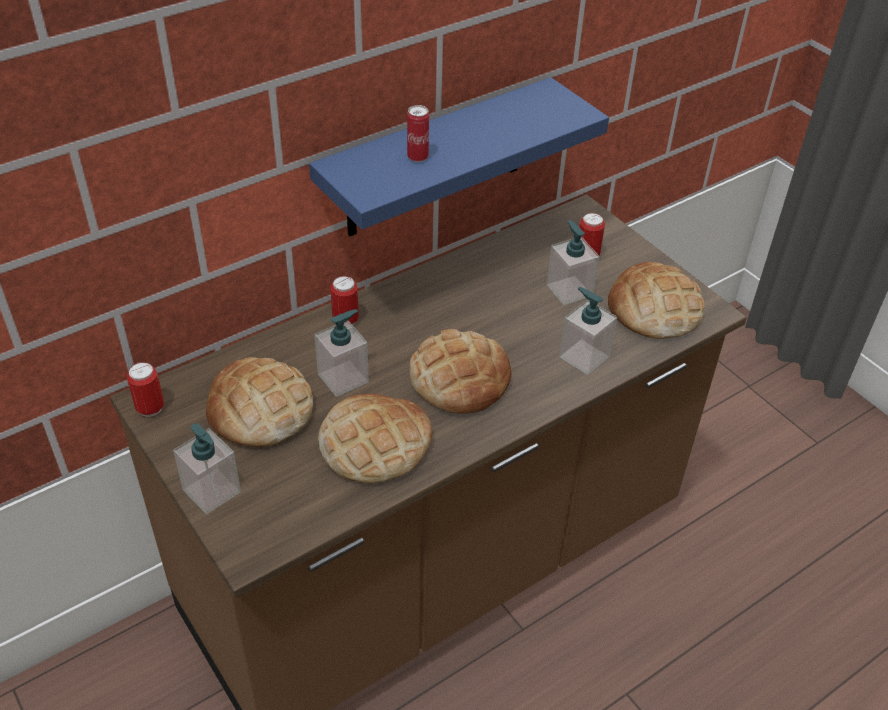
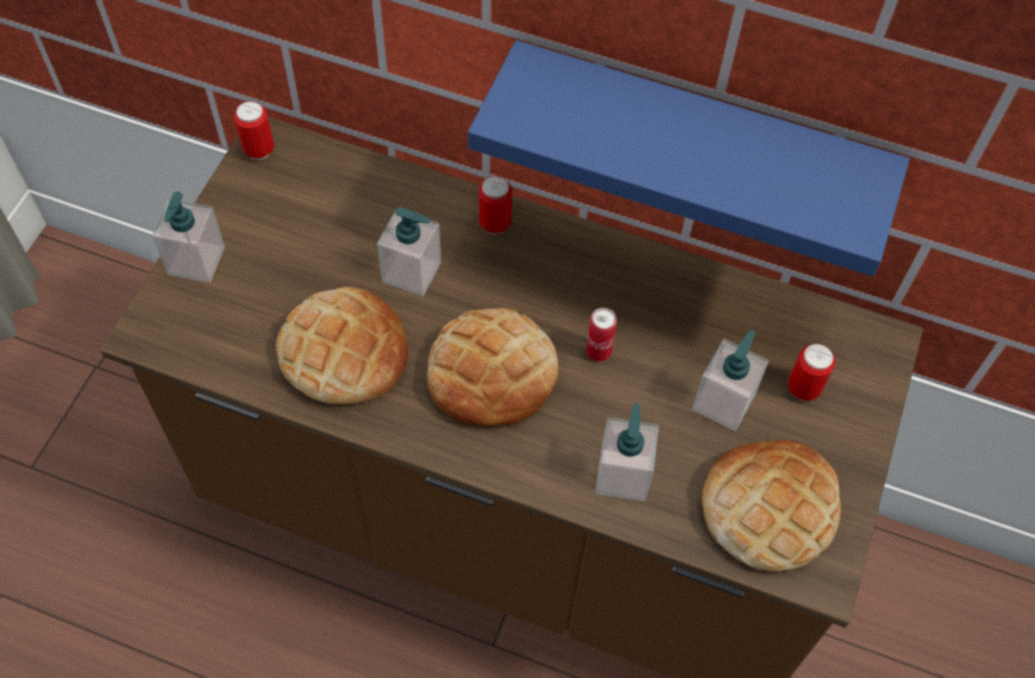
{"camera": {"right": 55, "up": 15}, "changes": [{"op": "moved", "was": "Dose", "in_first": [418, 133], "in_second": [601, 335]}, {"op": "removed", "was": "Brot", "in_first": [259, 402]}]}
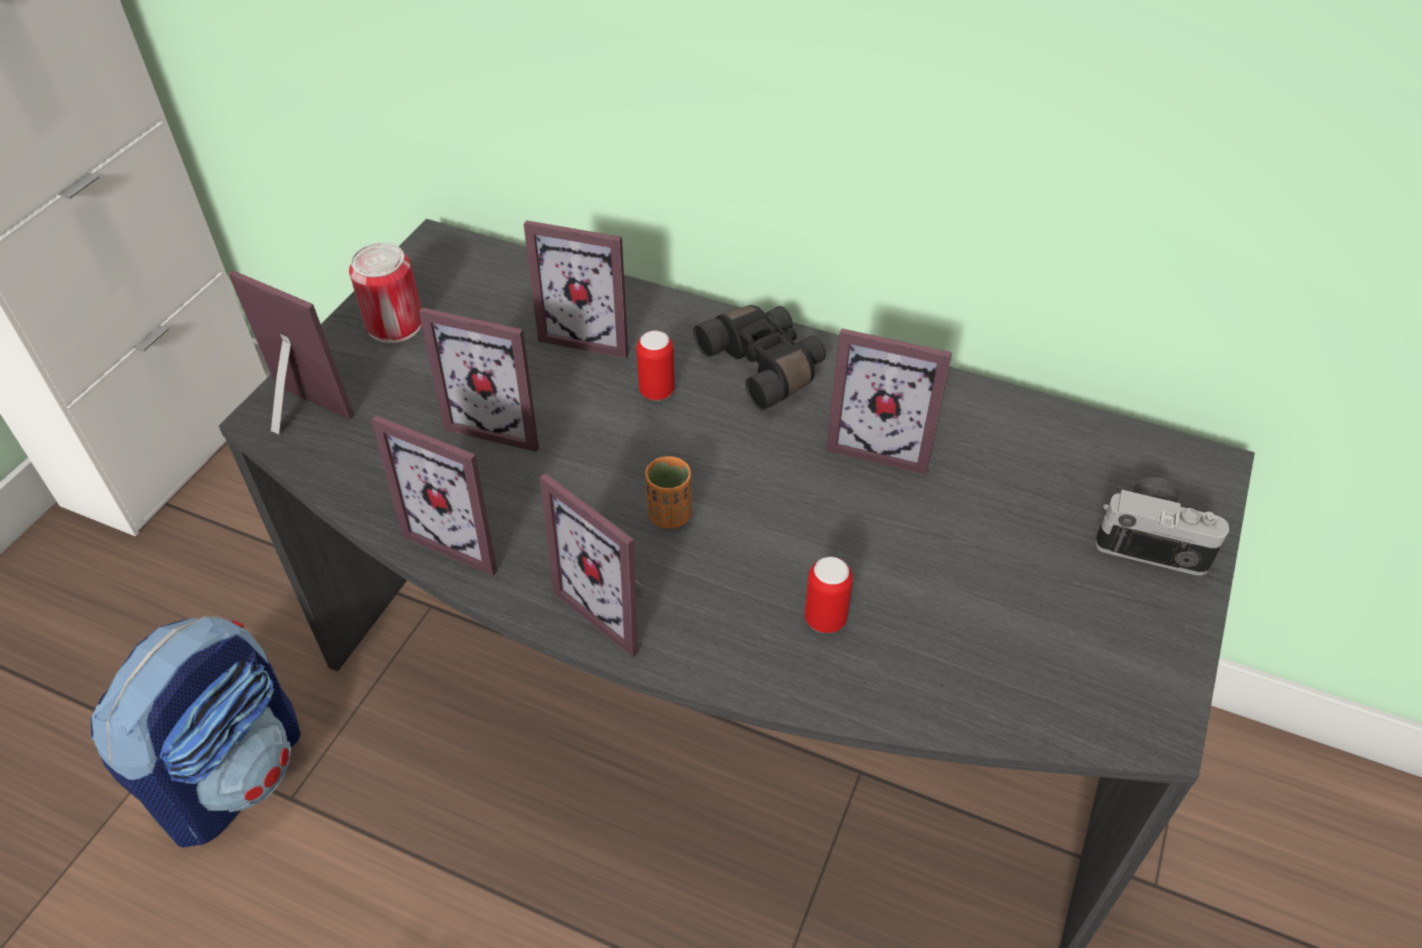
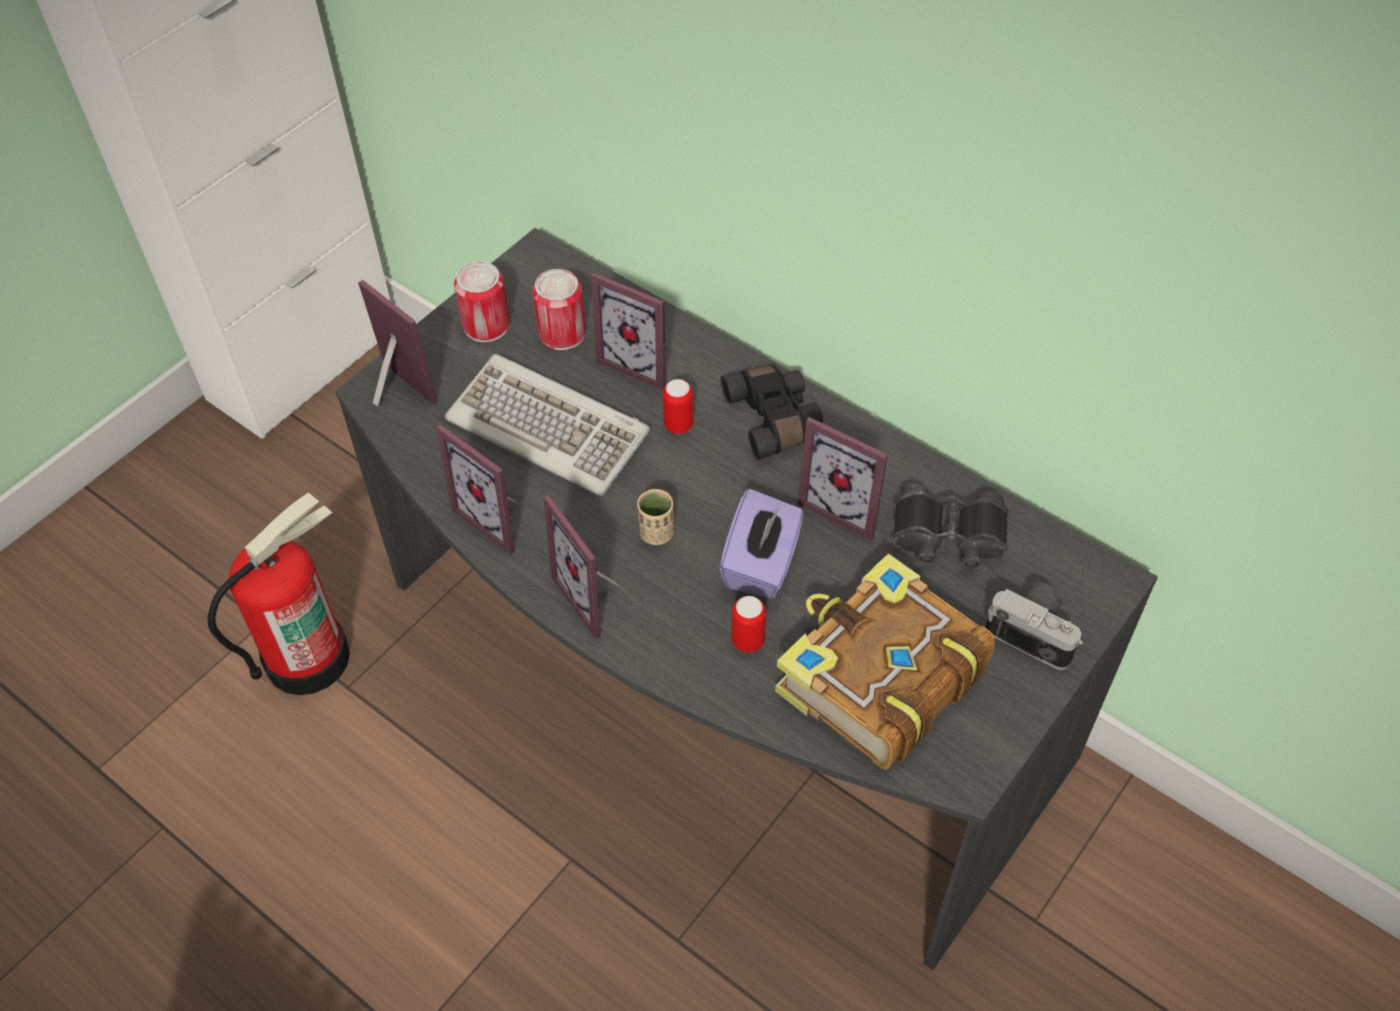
{"camera": {"right": 15, "up": 5}, "changes": [{"op": "replaced", "was": "Bilderrahmen", "now": "Tastatur", "in_first": [479, 379], "in_second": [547, 425]}, {"op": "recoloured", "was": "Tasse [orange]", "now": "Tasse [beige]", "in_first": [668, 492], "in_second": [655, 517]}, {"op": "replaced", "was": "Rucksack", "now": "Feuerlöscher", "in_first": [196, 732], "in_second": [279, 593]}, {"op": "added", "now": "Dose", "in_second": [559, 309]}, {"op": "added", "now": "Fernglas [schwarz]", "in_second": [950, 526]}, {"op": "added", "now": "Taschentuchbox [lila]", "in_second": [761, 544]}, {"op": "added", "now": "Buch", "in_second": [885, 662]}]}
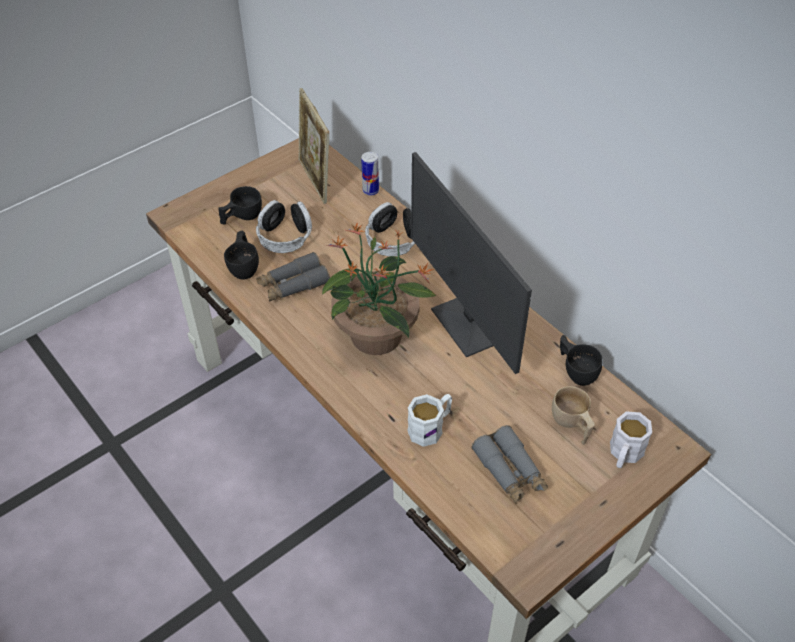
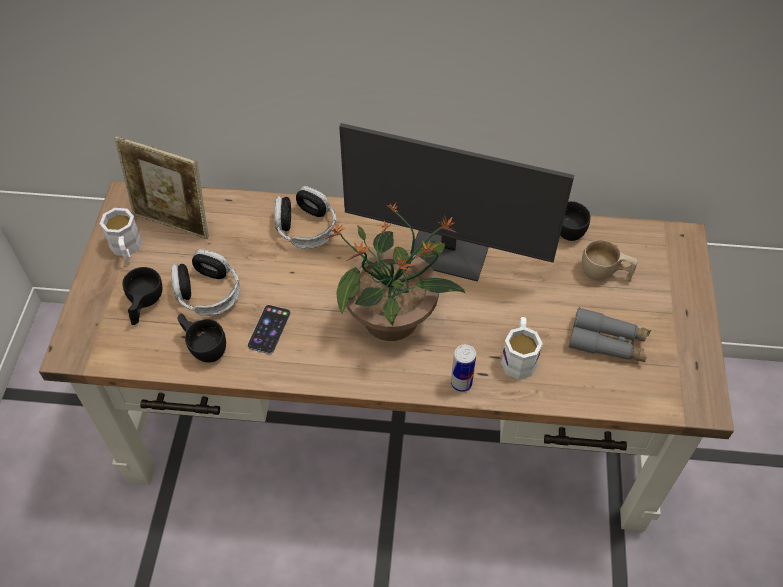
{"camera": {"right": -45, "up": 5}, "changes": [{"op": "moved", "was": "Dose", "in_first": [370, 173], "in_second": [463, 368]}, {"op": "replaced", "was": "Fernglas [grau]", "now": "Handy", "in_first": [293, 277], "in_second": [269, 329]}, {"op": "moved", "was": "Henkelbecher [weiß]", "in_first": [631, 439], "in_second": [121, 234]}]}
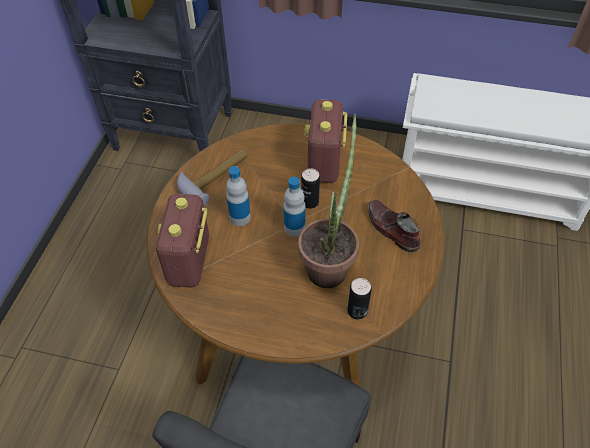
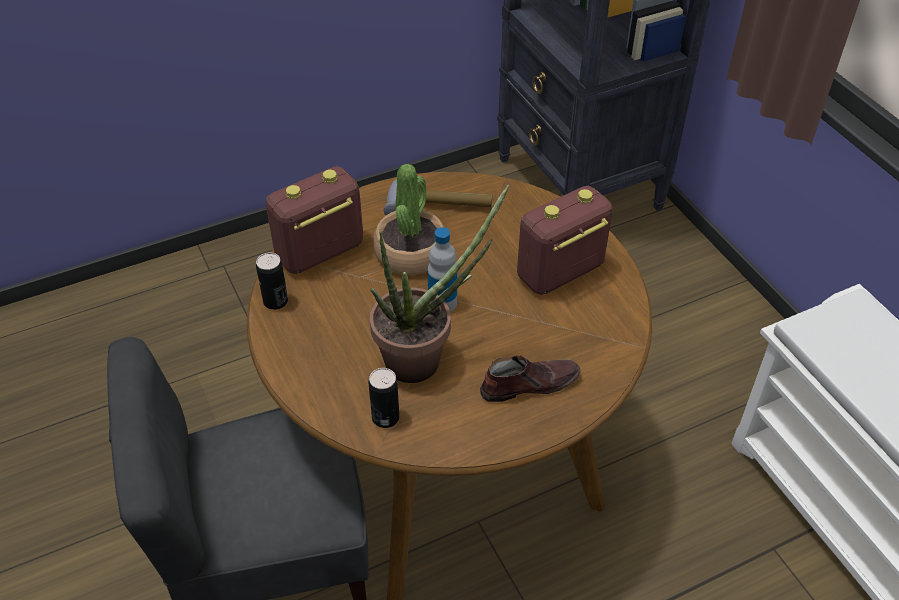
{"camera": {"right": 50, "up": -5}, "changes": [{"op": "replaced", "was": "Flasche", "now": "Topfpflanze", "in_first": [238, 196], "in_second": [408, 219]}, {"op": "moved", "was": "Dose", "in_first": [310, 188], "in_second": [272, 281]}, {"op": "turned", "was": "Schuh [braun]", "in_first": [394, 226], "in_second": [530, 378], "clockwise": 60}]}
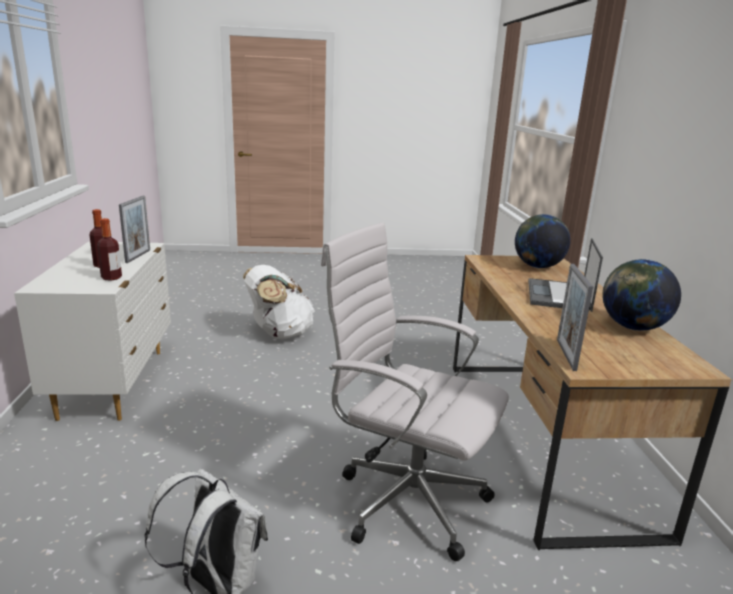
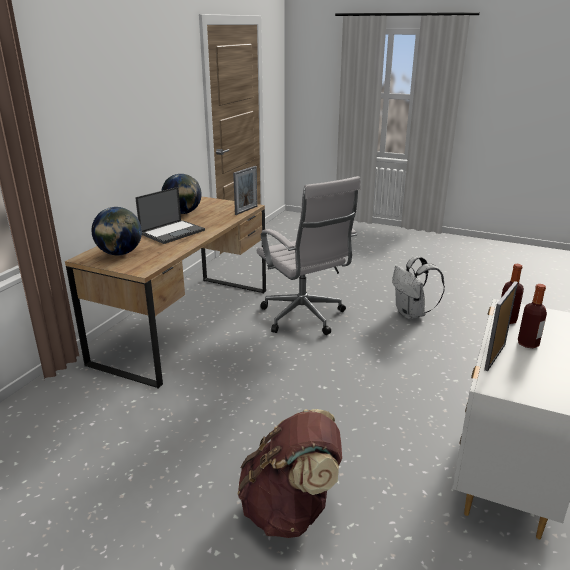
{"camera": {"right": -150, "up": 5}, "changes": [{"op": "recoloured", "was": "Rucksack [weiß]", "now": "Rucksack [braun]", "in_first": [279, 302], "in_second": [290, 473]}]}
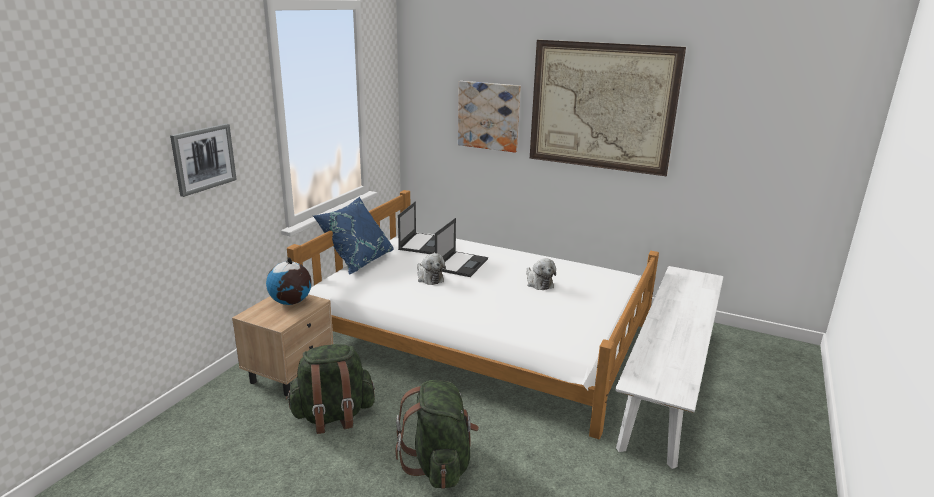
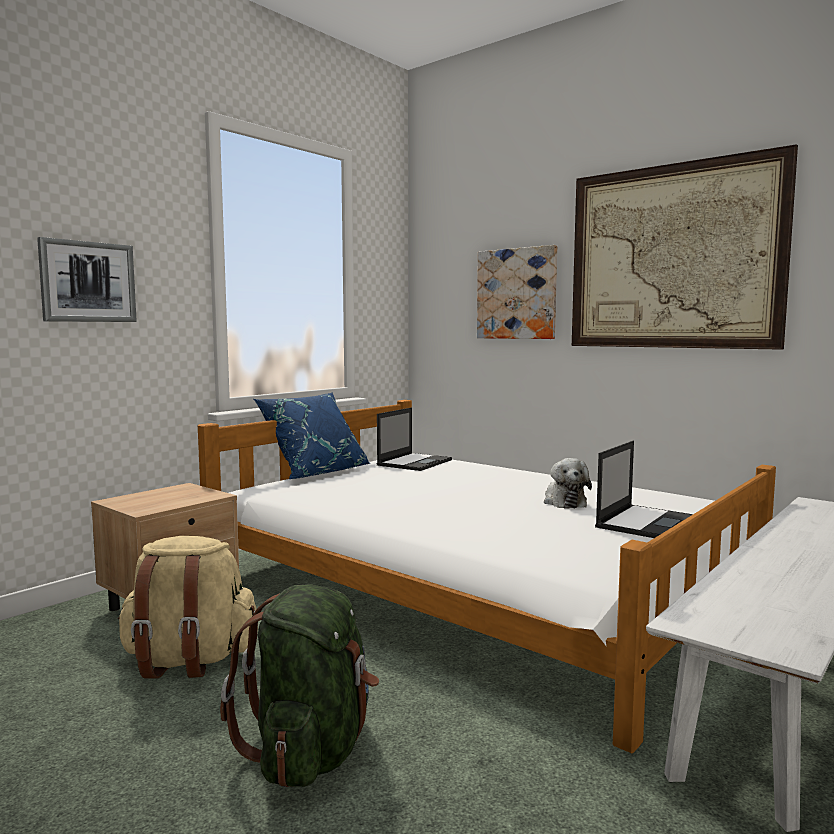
{"camera": {"right": 15, "up": -15}, "changes": [{"op": "moved", "was": "Laptop", "in_first": [461, 247], "in_second": [644, 489]}, {"op": "removed", "was": "Plüschtier", "in_first": [431, 269]}, {"op": "removed", "was": "Globus", "in_first": [289, 281]}, {"op": "recoloured", "was": "Rucksack [grün]", "now": "Rucksack [beige]", "in_first": [330, 389], "in_second": [187, 607]}]}
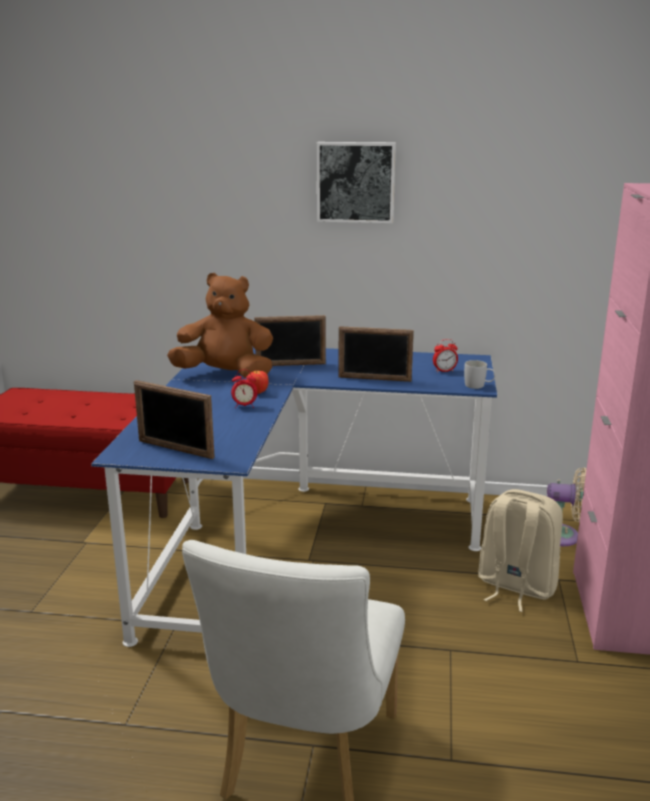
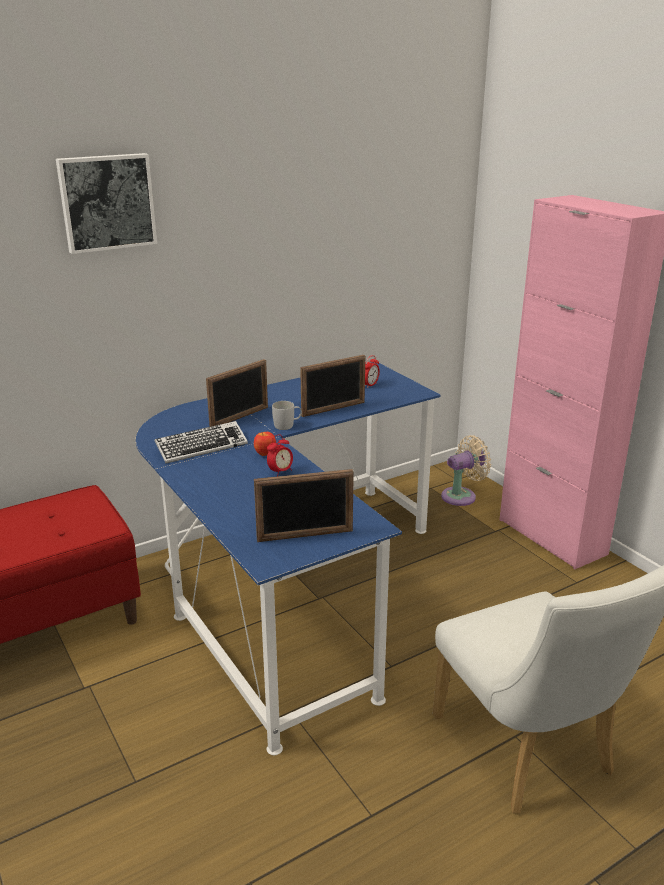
{"camera": {"right": -40, "up": 5}, "changes": [{"op": "moved", "was": "Bild", "in_first": [356, 182], "in_second": [106, 203]}, {"op": "replaced", "was": "Plüschtier [braun]", "now": "Tastatur", "in_first": [220, 325], "in_second": [201, 442]}, {"op": "moved", "was": "Henkelbecher [weiß]", "in_first": [480, 374], "in_second": [287, 415]}, {"op": "removed", "was": "Rucksack [beige]", "in_first": [520, 550]}]}
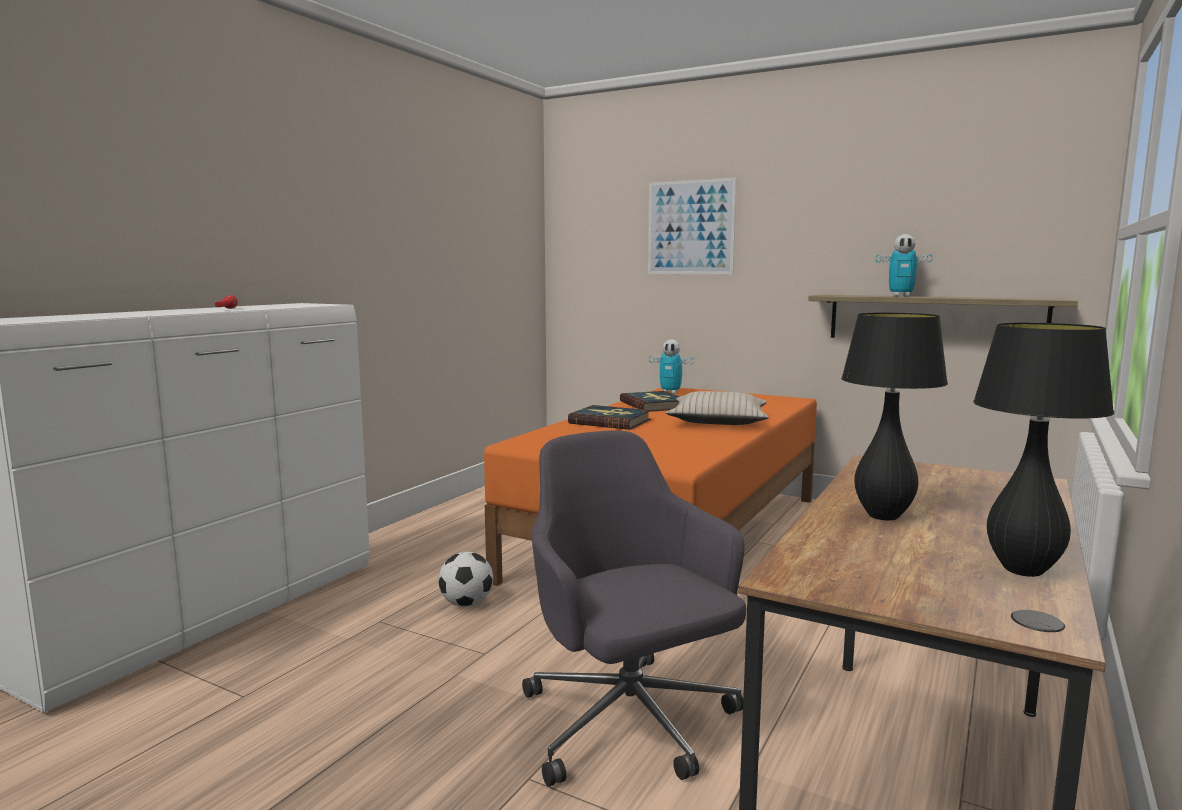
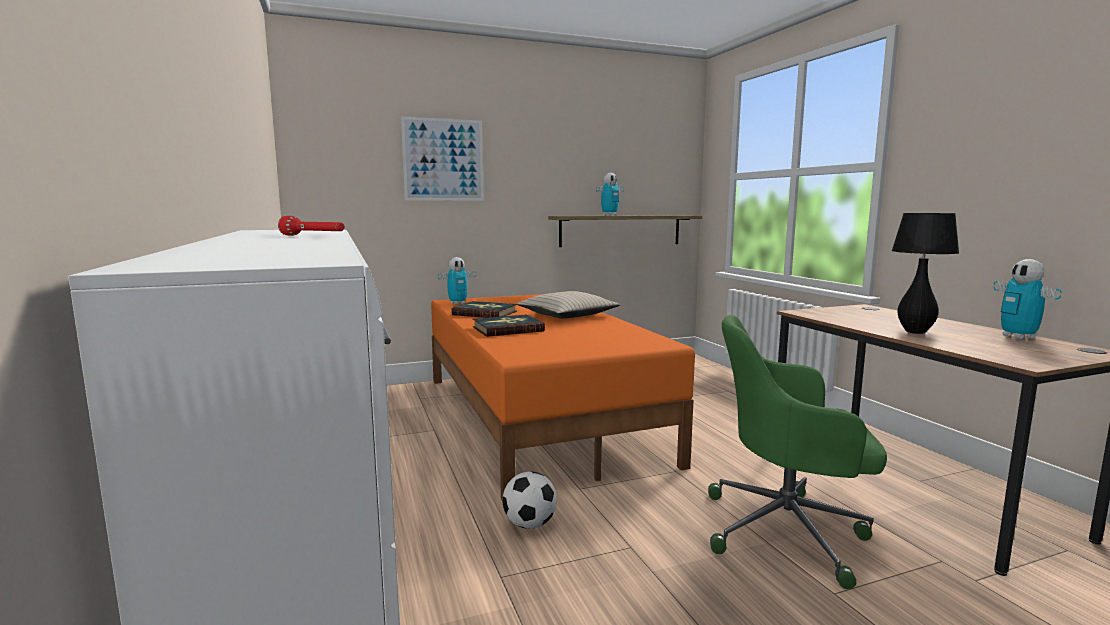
{"camera": {"right": -50, "up": 0}, "changes": [{"op": "replaced", "was": "Tischlampe [schwarz]", "now": "Spielzeugroboter", "in_first": [1043, 450], "in_second": [1028, 299]}, {"op": "recoloured", "was": "Bürostuhl [grau]", "now": "Bürostuhl [grün]", "in_first": [634, 609], "in_second": [797, 452]}]}
